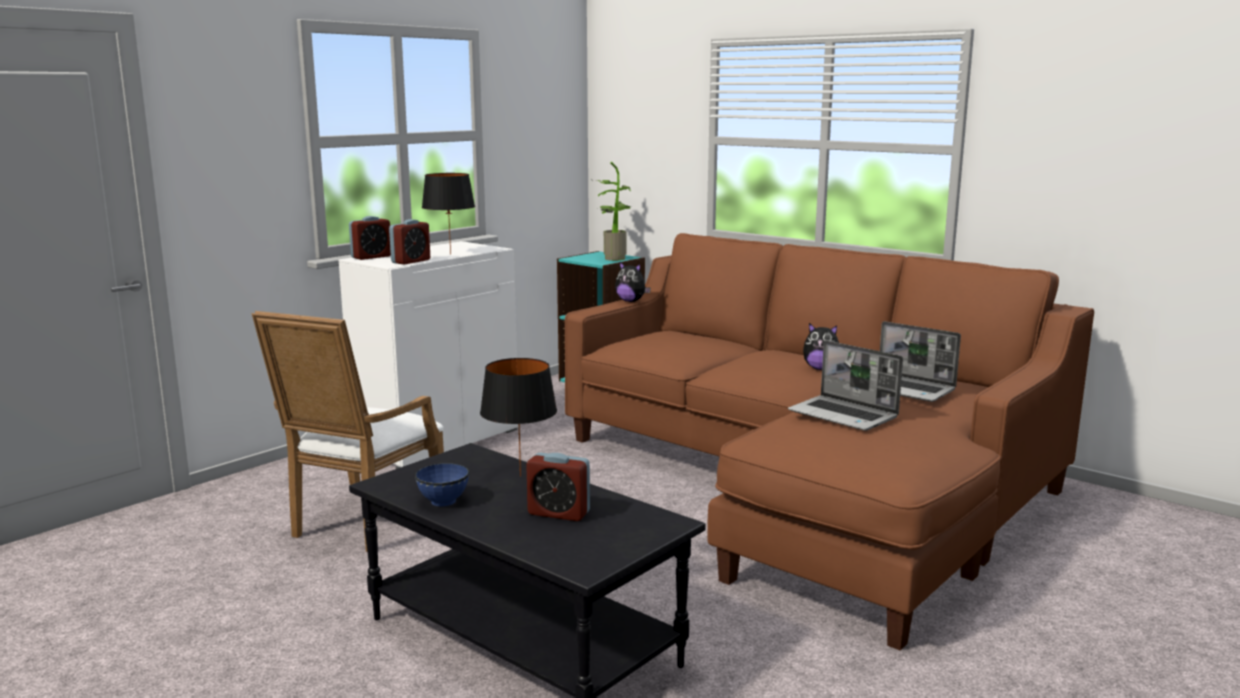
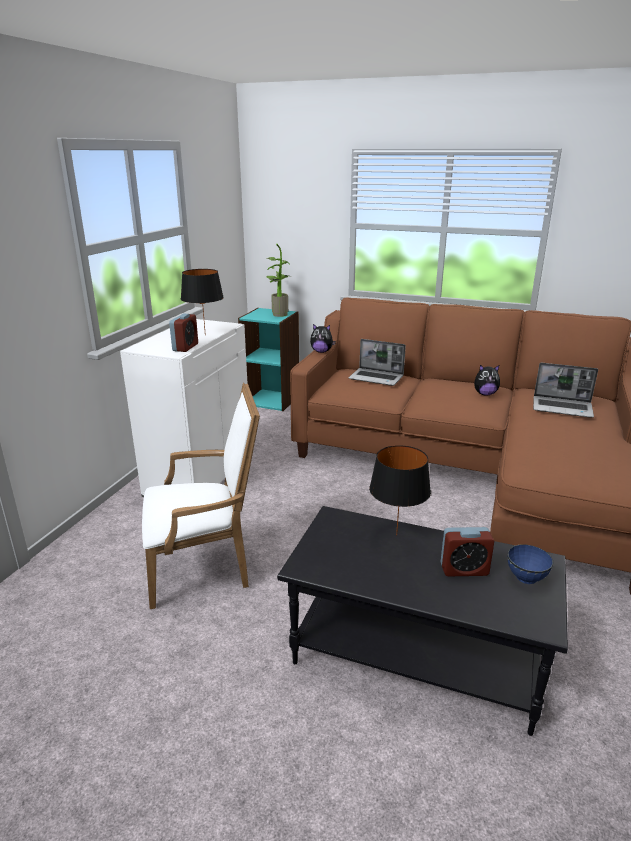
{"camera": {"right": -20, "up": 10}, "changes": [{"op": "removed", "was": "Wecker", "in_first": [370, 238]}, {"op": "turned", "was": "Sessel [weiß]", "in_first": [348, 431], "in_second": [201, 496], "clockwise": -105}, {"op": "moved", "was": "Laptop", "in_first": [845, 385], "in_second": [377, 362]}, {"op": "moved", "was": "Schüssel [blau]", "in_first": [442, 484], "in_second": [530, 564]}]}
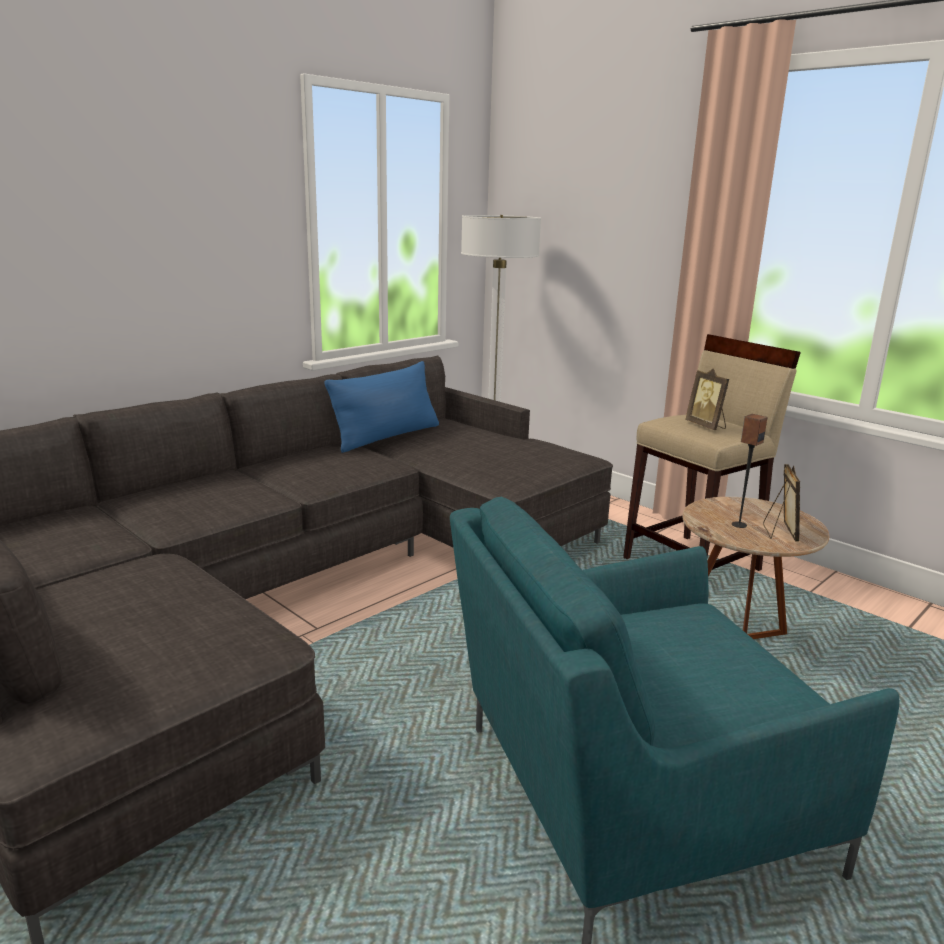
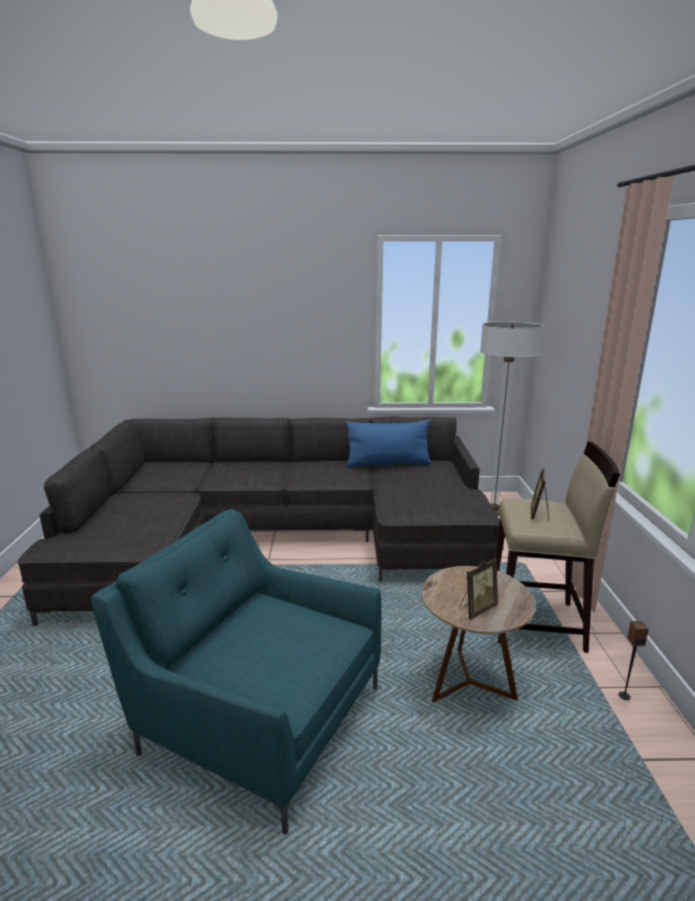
{"camera": {"right": 45, "up": 0}, "changes": [{"op": "moved", "was": "Lautsprecher", "in_first": [749, 471], "in_second": [633, 660]}]}
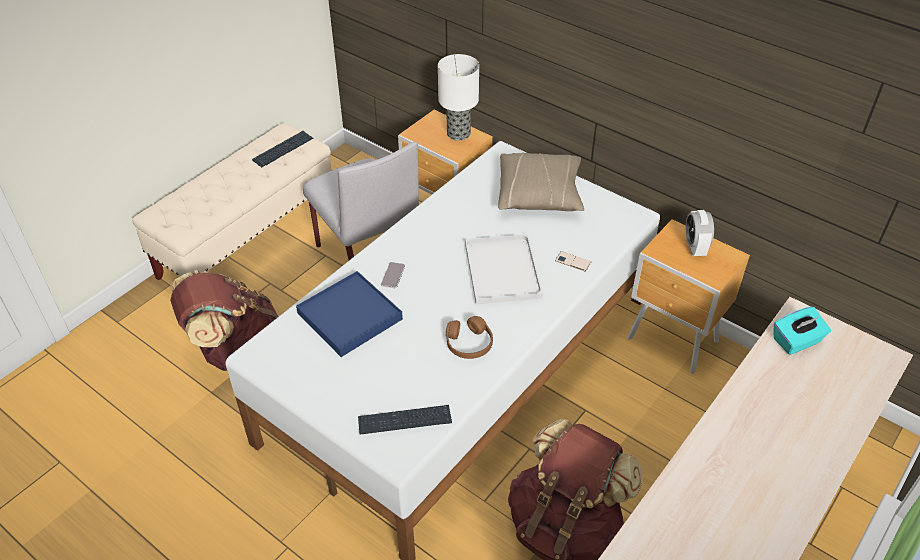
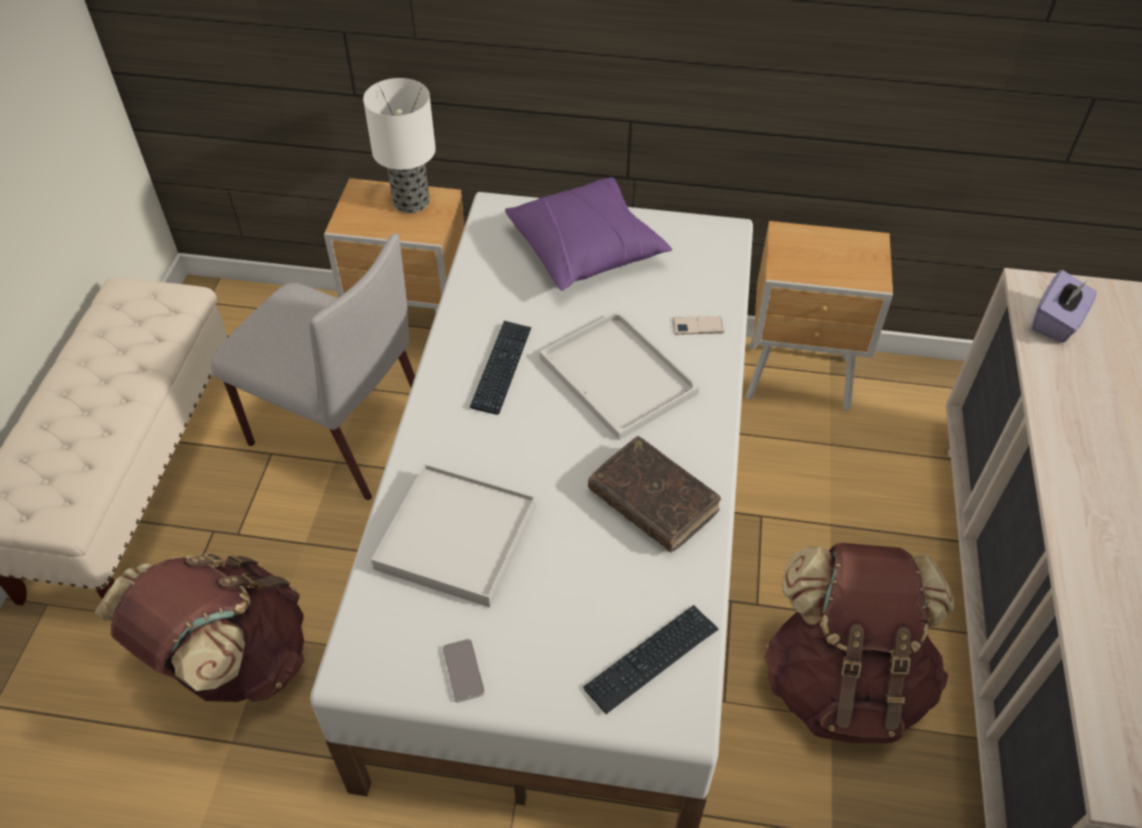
{"camera": {"right": -30, "up": 5}, "changes": [{"op": "moved", "was": "Tastatur", "in_first": [282, 149], "in_second": [501, 368]}, {"op": "recoloured", "was": "Kissen [beige]", "now": "Kissen [lila]", "in_first": [541, 182], "in_second": [588, 234]}, {"op": "removed", "was": "Wecker", "in_first": [700, 233]}, {"op": "moved", "was": "Handy", "in_first": [393, 275], "in_second": [463, 670]}, {"op": "recoloured", "was": "Tablett [blau]", "now": "Tablett [weiß]", "in_first": [349, 314], "in_second": [453, 535]}, {"op": "recoloured", "was": "Taschentuchbox [türkis]", "now": "Taschentuchbox [lila]", "in_first": [802, 331], "in_second": [1064, 306]}, {"op": "replaced", "was": "Kopfhörer [braun]", "now": "Buch [braun]", "in_first": [469, 337], "in_second": [654, 494]}]}
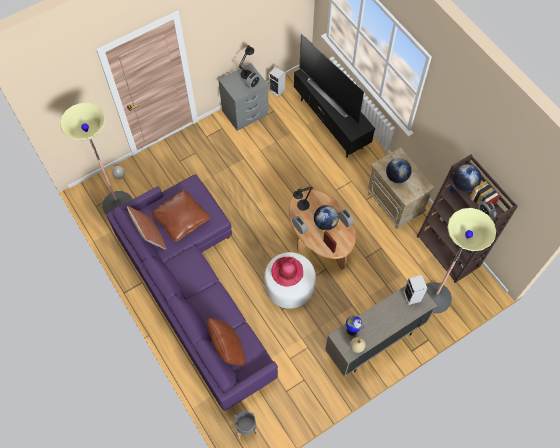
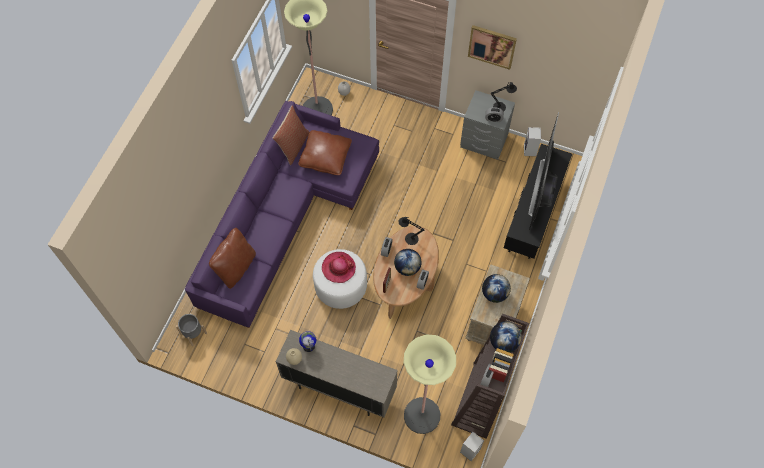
{"camera": {"right": 55, "up": 0}, "changes": [{"op": "moved", "was": "Lautsprecher", "in_first": [415, 290], "in_second": [472, 446]}, {"op": "added", "now": "Bild", "in_second": [492, 47]}]}
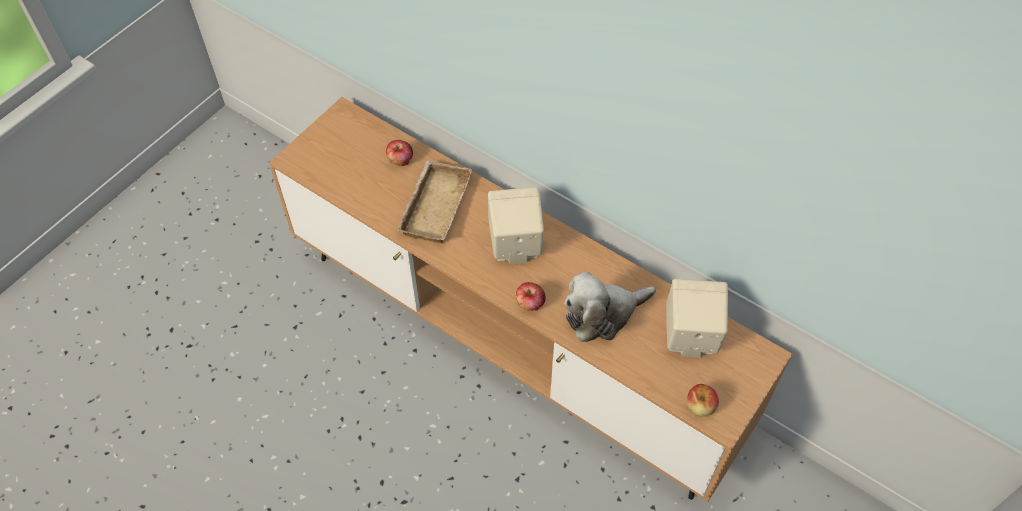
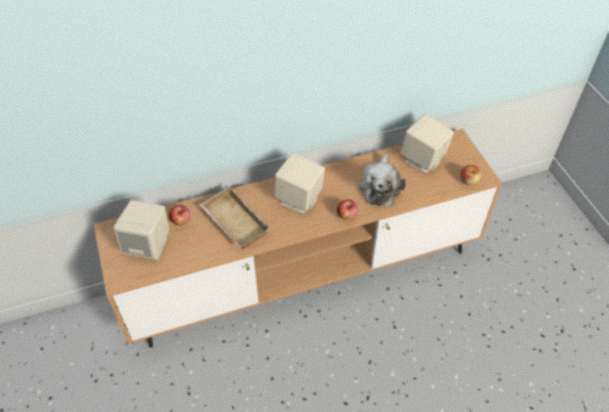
{"camera": {"right": -55, "up": -5}, "changes": [{"op": "added", "now": "Lautsprecher [beige]", "in_second": [141, 230]}]}
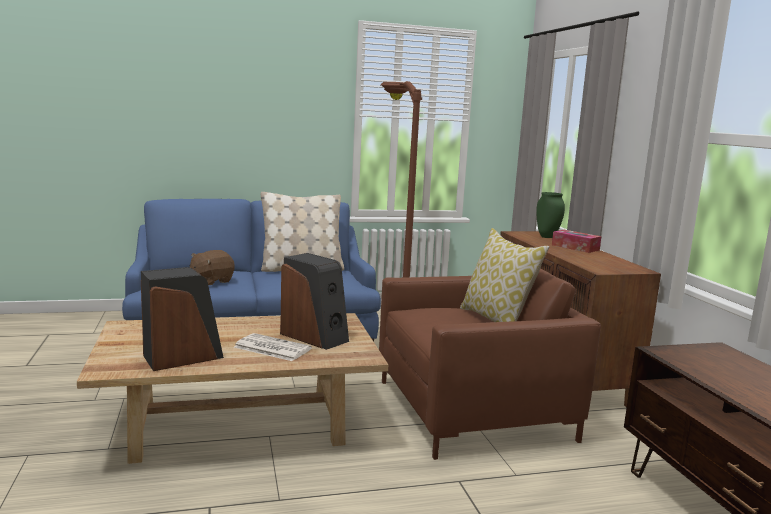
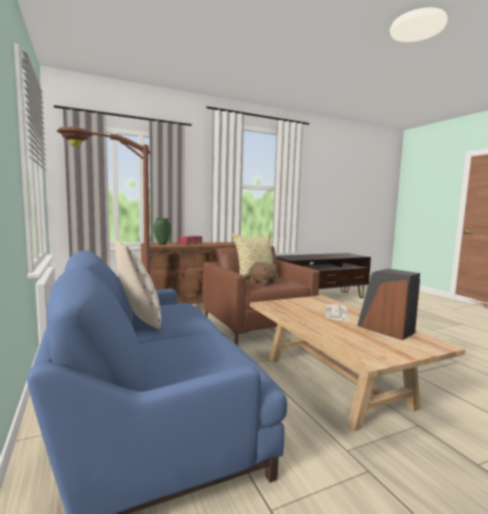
{"camera": {"right": -100, "up": -5}, "changes": [{"op": "moved", "was": "Plüschtier [braun]", "in_first": [212, 267], "in_second": [263, 273]}, {"op": "removed", "was": "Lautsprecher", "in_first": [314, 301]}]}
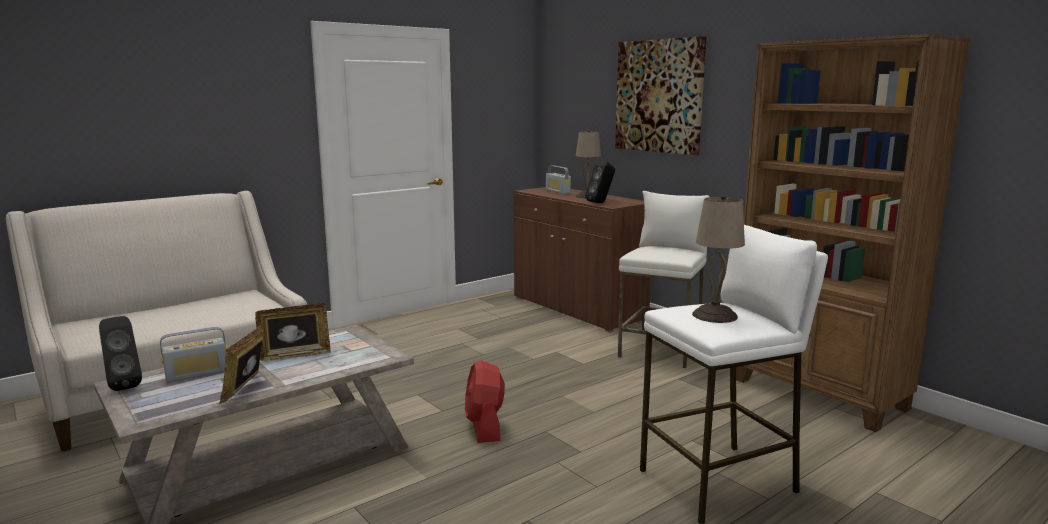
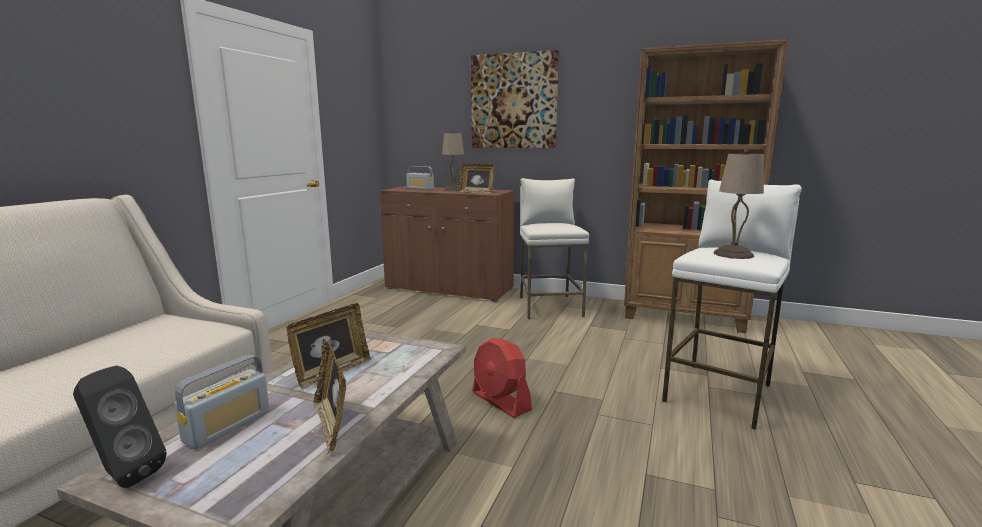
{"camera": {"right": -30, "up": 0}, "changes": [{"op": "replaced", "was": "Lautsprecher [schwarz]", "now": "Bilderrahmen", "in_first": [600, 181], "in_second": [476, 178]}]}
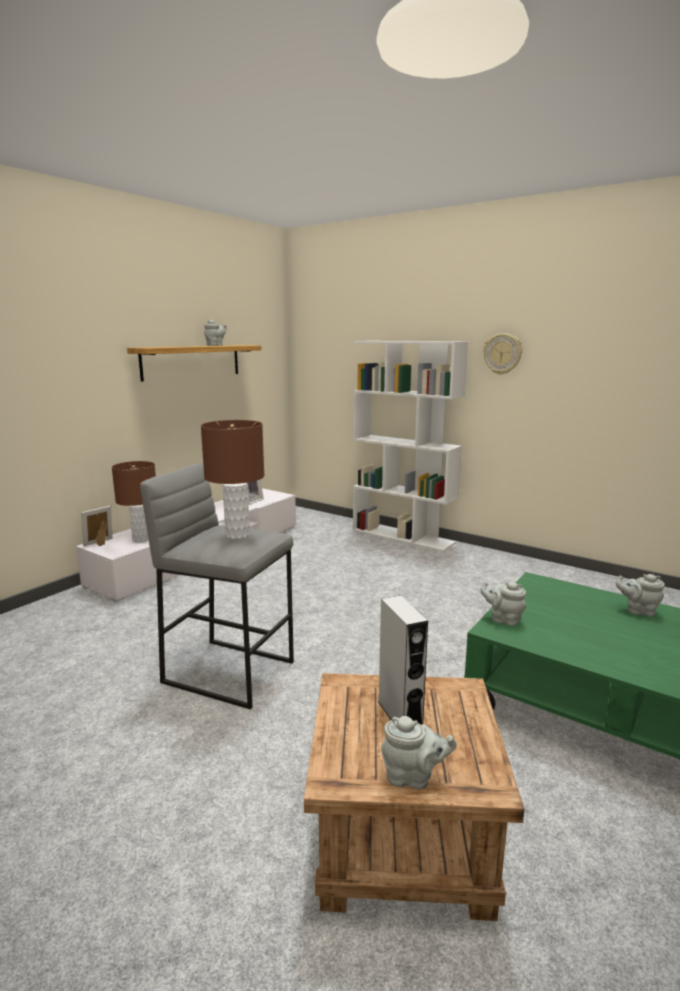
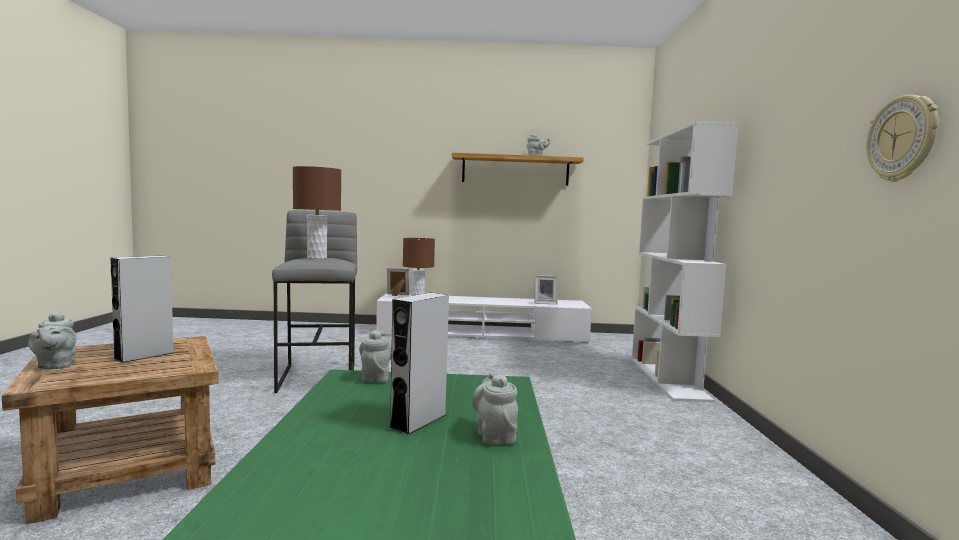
{"camera": {"right": 55, "up": -10}, "changes": [{"op": "moved", "was": "Wanduhr", "in_first": [502, 354], "in_second": [902, 138]}, {"op": "added", "now": "Lautsprecher [grau]", "in_second": [419, 364]}]}
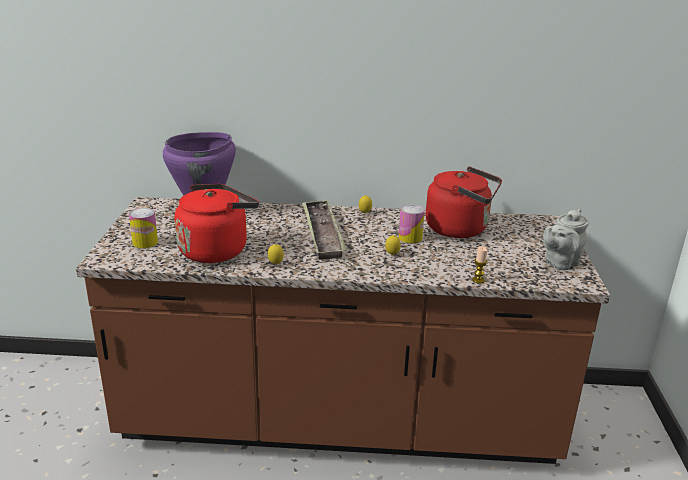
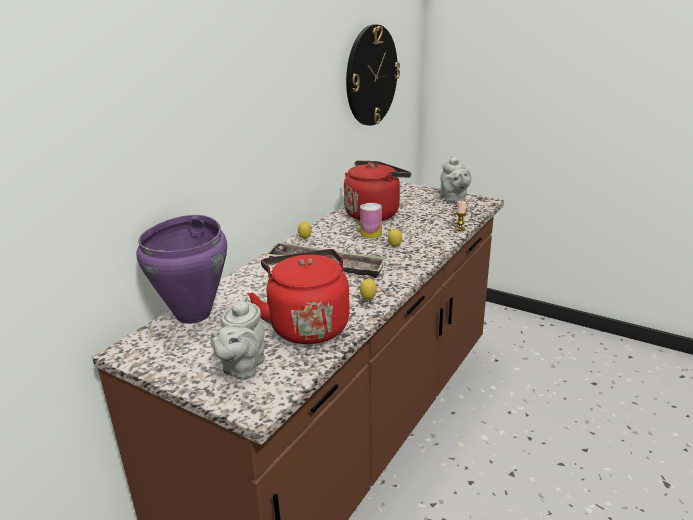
{"camera": {"right": -60, "up": 0}, "changes": [{"op": "replaced", "was": "Dose", "now": "Teekanne [grau]", "in_first": [143, 228], "in_second": [237, 338]}, {"op": "added", "now": "Wanduhr", "in_second": [373, 75]}]}
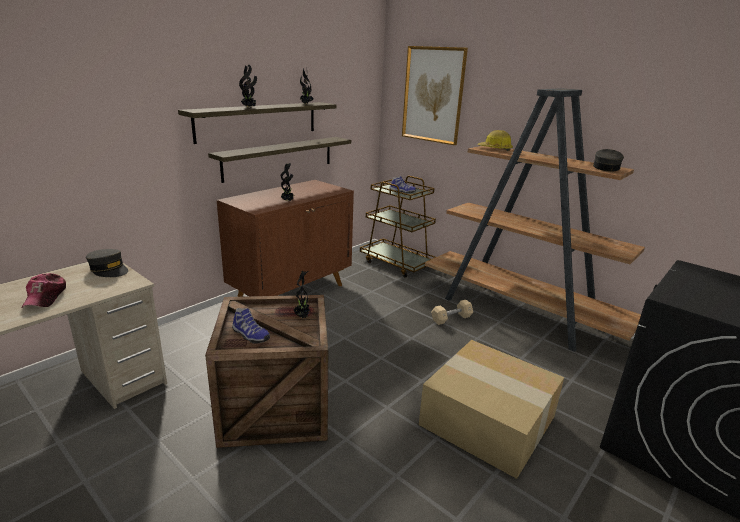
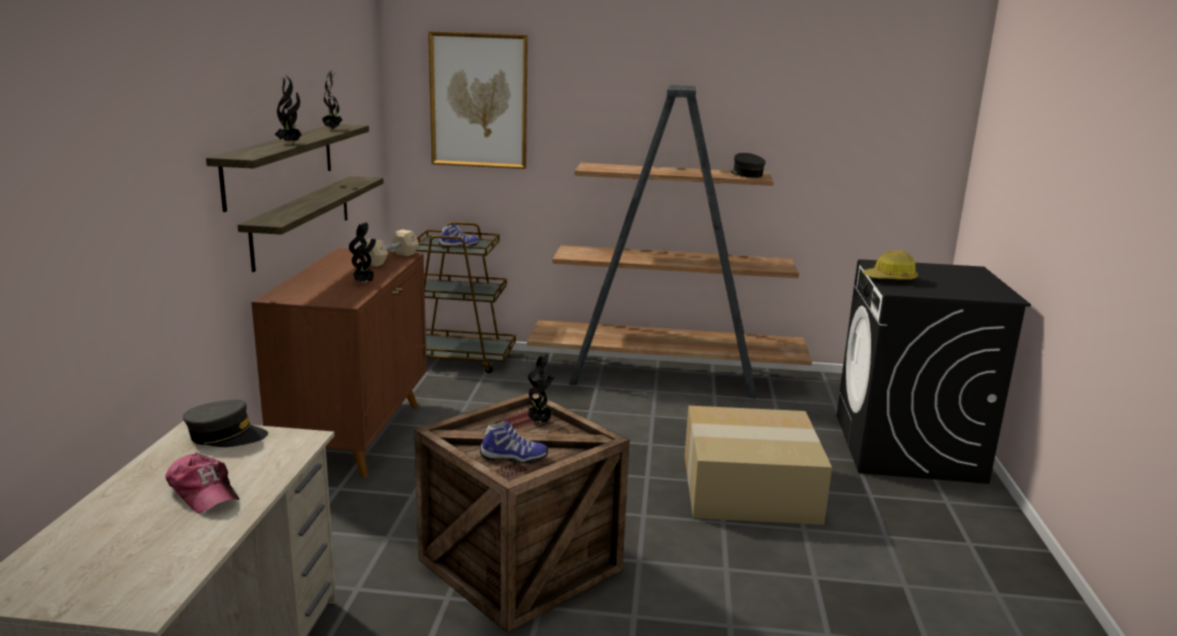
{"camera": {"right": -35, "up": -5}, "changes": [{"op": "moved", "was": "Schutzhelm", "in_first": [495, 140], "in_second": [890, 265]}, {"op": "moved", "was": "Hantel [beige]", "in_first": [452, 312], "in_second": [391, 248]}]}
